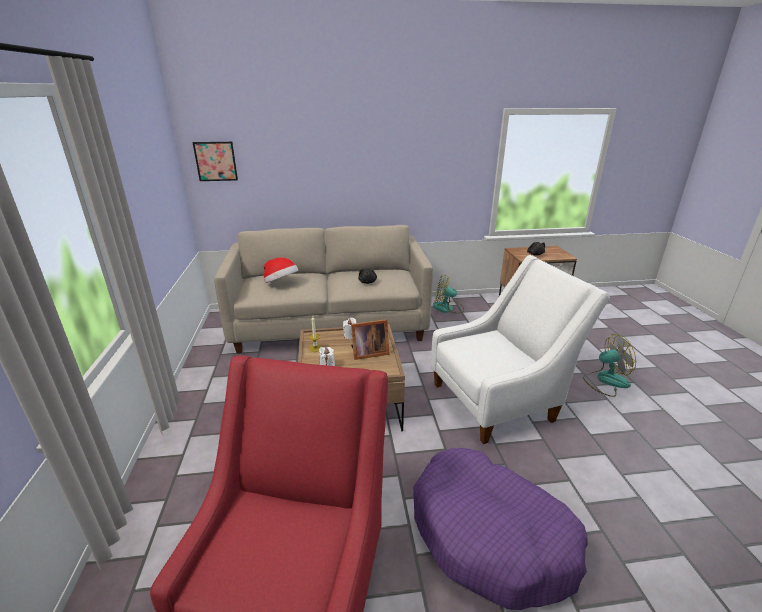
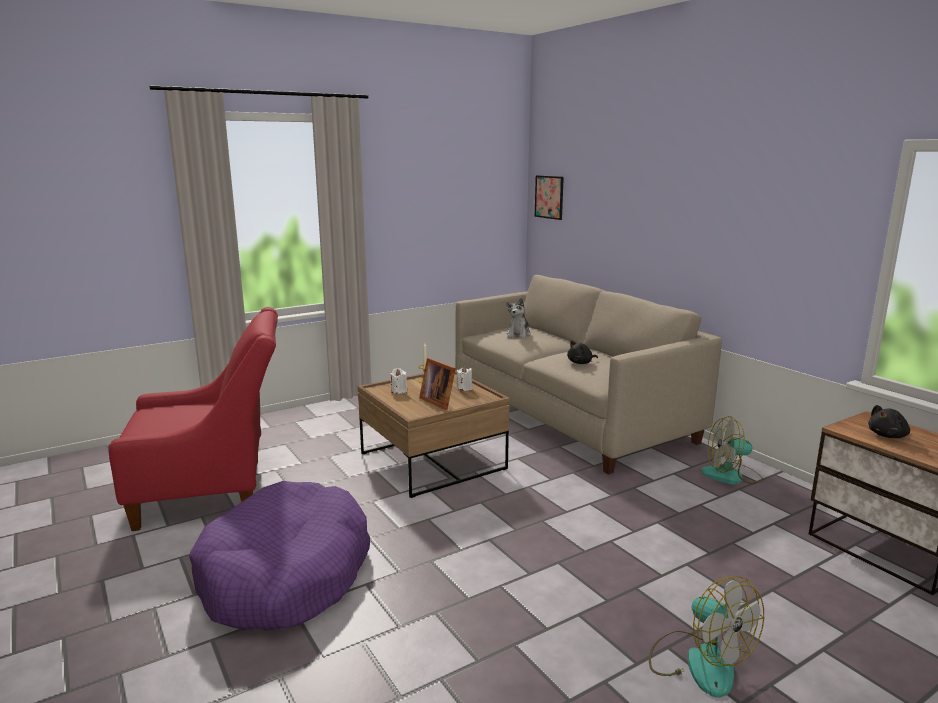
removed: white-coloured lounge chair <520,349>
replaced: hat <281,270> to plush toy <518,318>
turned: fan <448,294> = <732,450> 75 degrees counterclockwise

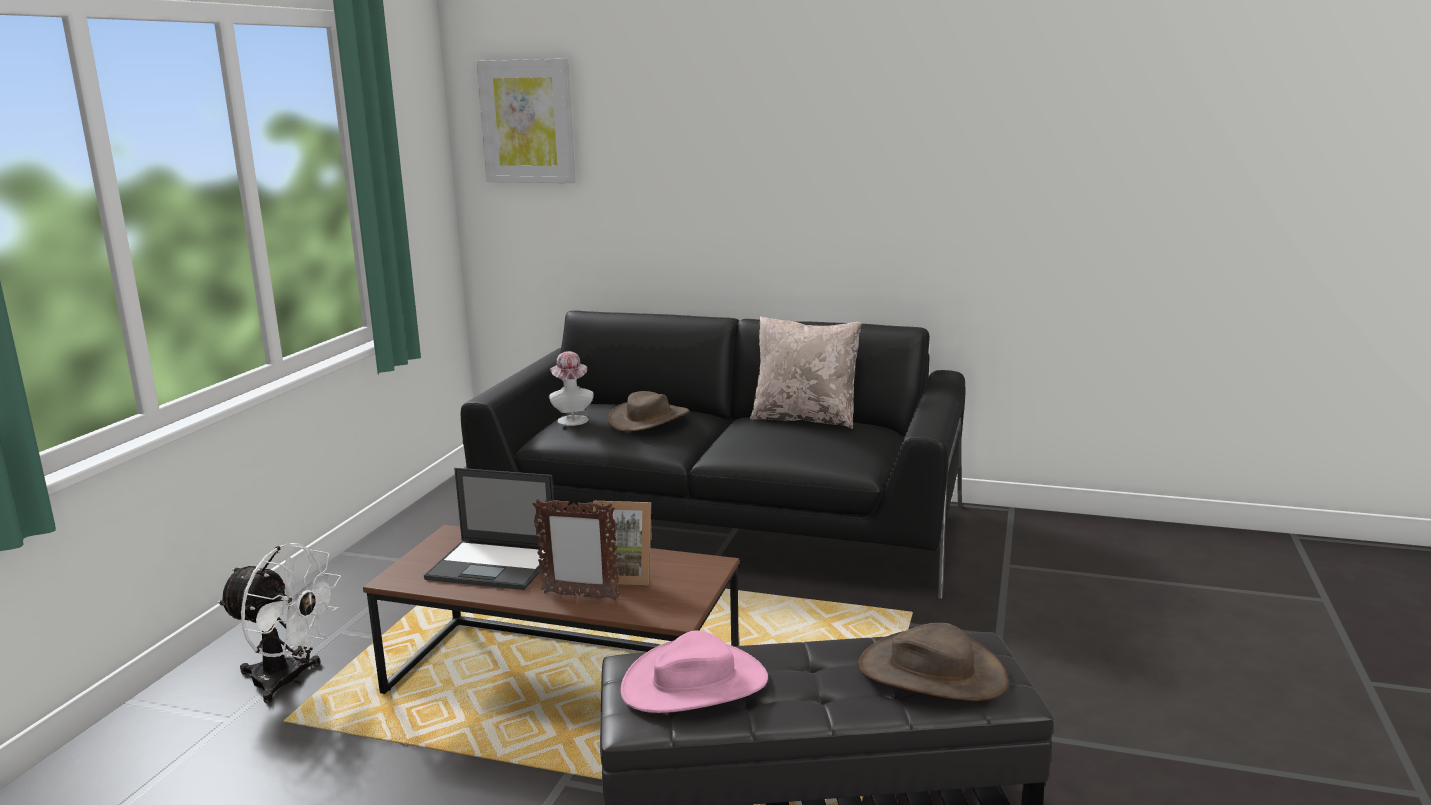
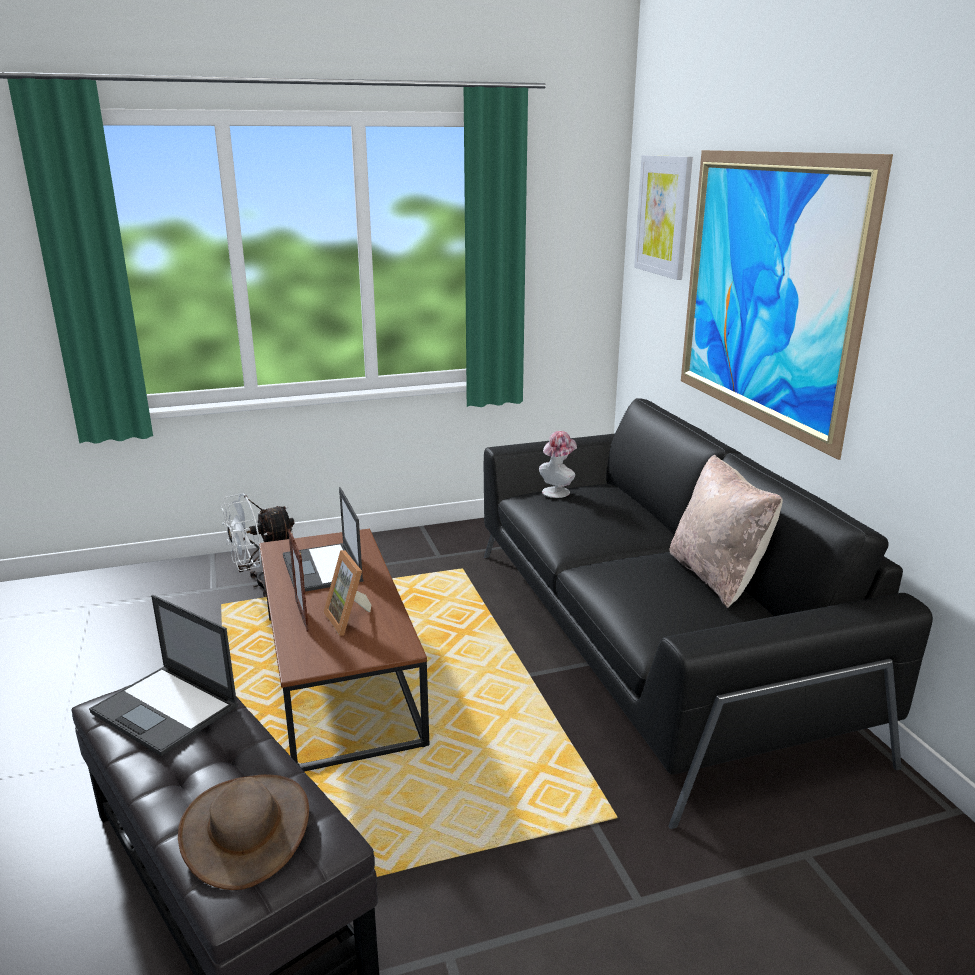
removed: brown-coloured hat <648,411>
added: wall art <787,305>
replaced: pink hat <694,672> to laptop <163,675>
turned: white-coloured fan <279,623> = <257,545> 75 degrees clockwise

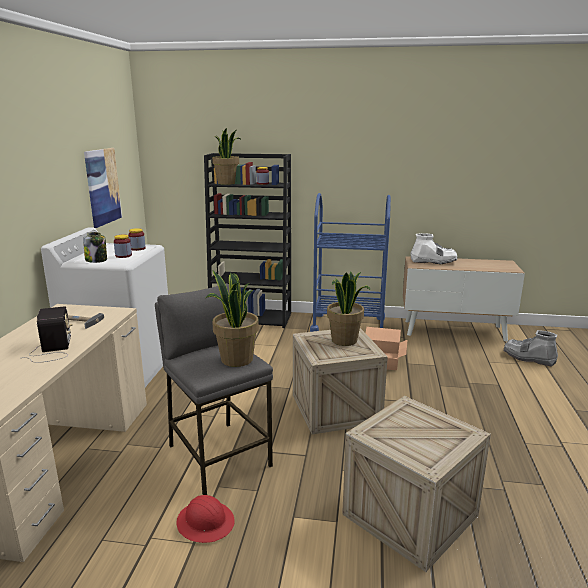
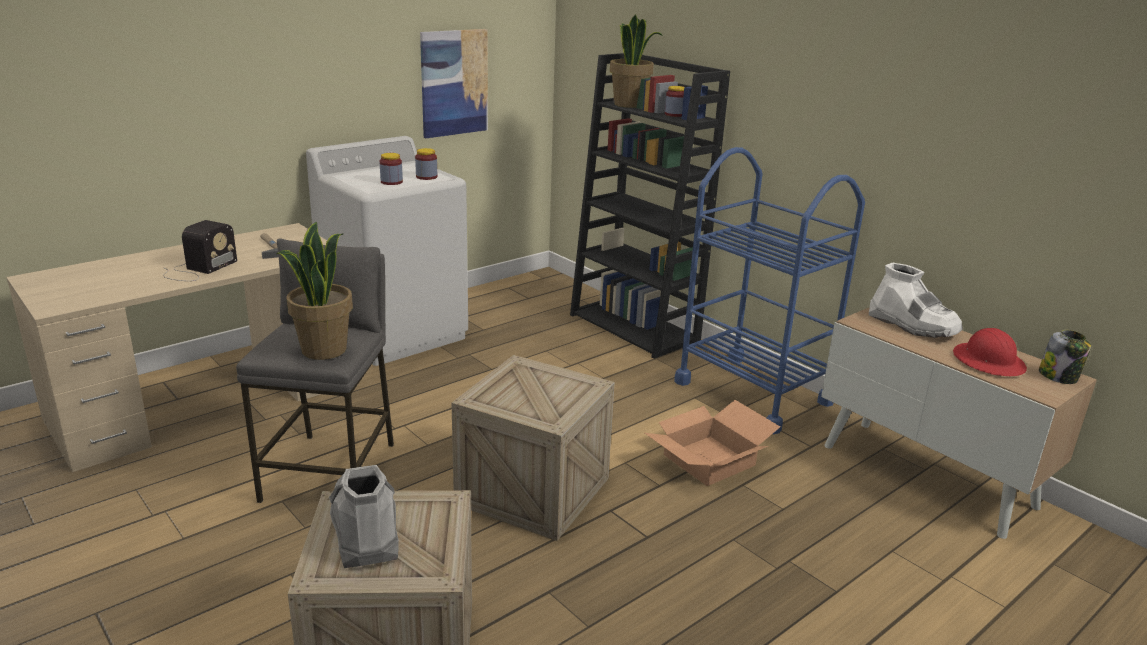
removed: plant in a pot <348,308>
moved: storage jar <95,247> to <1065,357>; reddish hard hat <205,519> to <990,352>; grey tall boot <531,348> to <364,516>

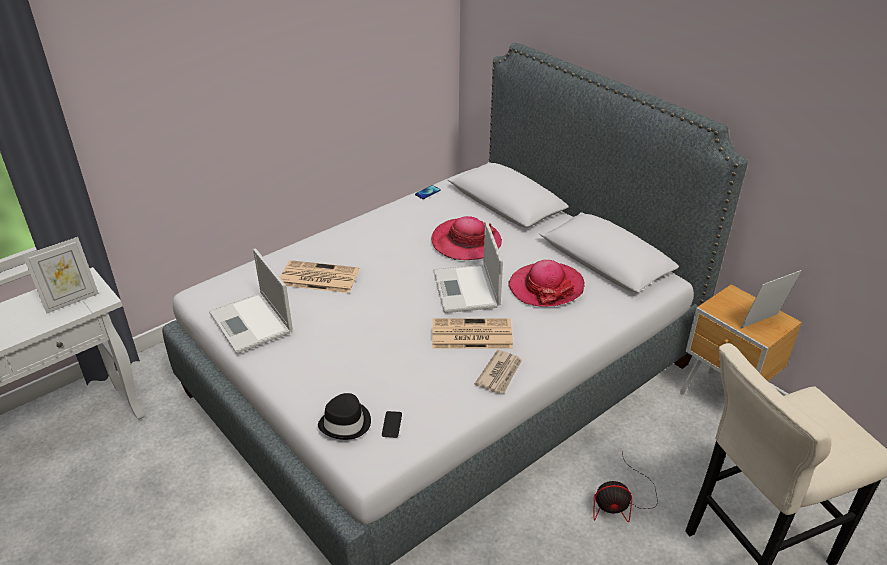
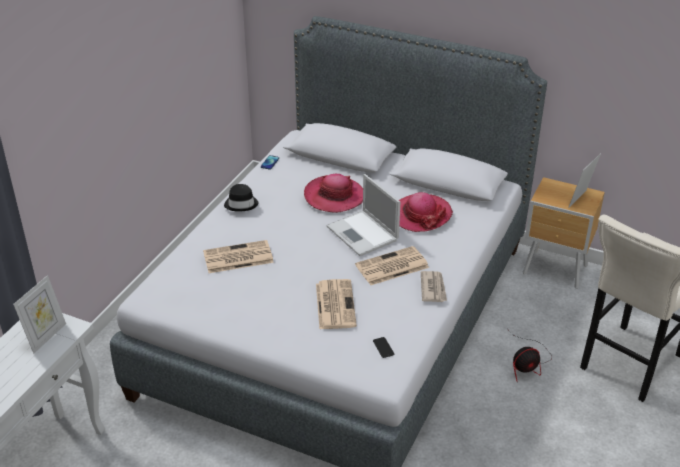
removed: laptop <251,301>
added: printed paper <336,304>
moved: black hat <344,416> to <241,198>

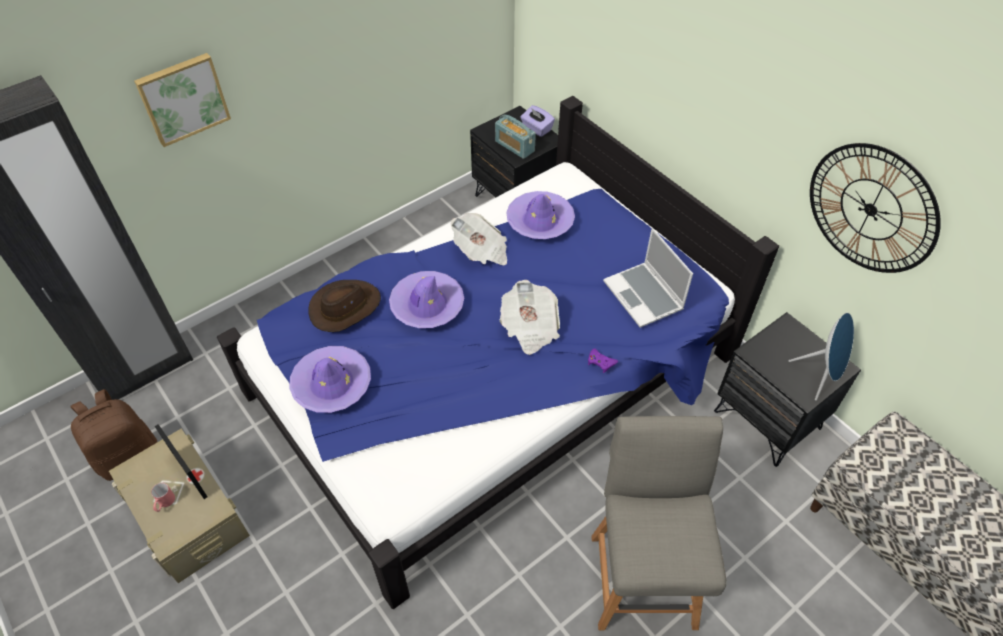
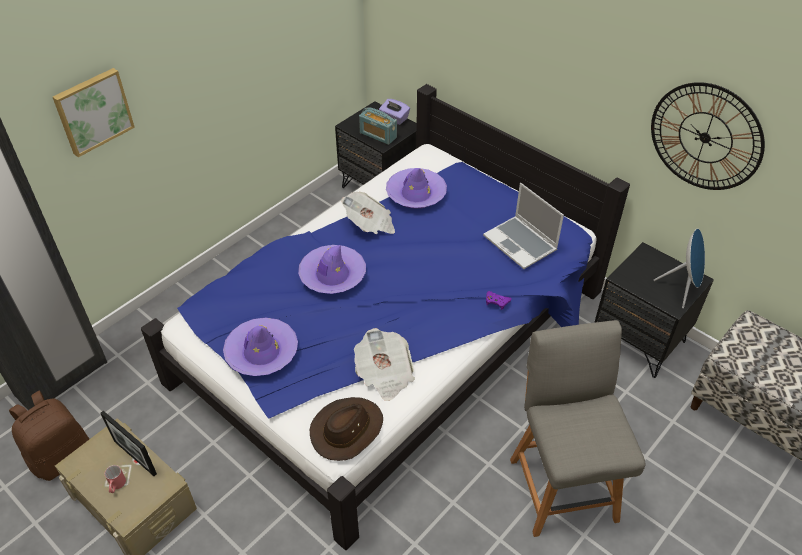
moved: brown-coloured hat <344,306> to <346,429>; printed paper <530,317> to <384,364>

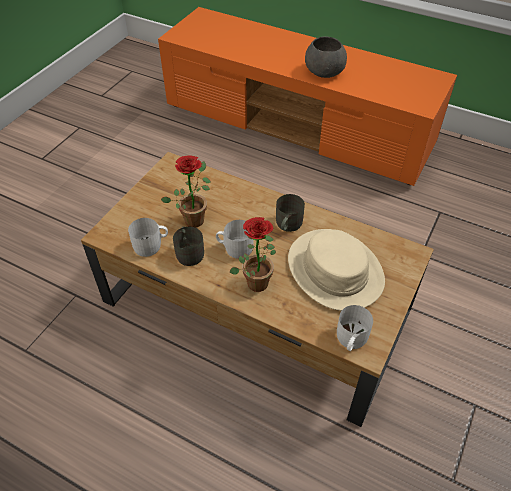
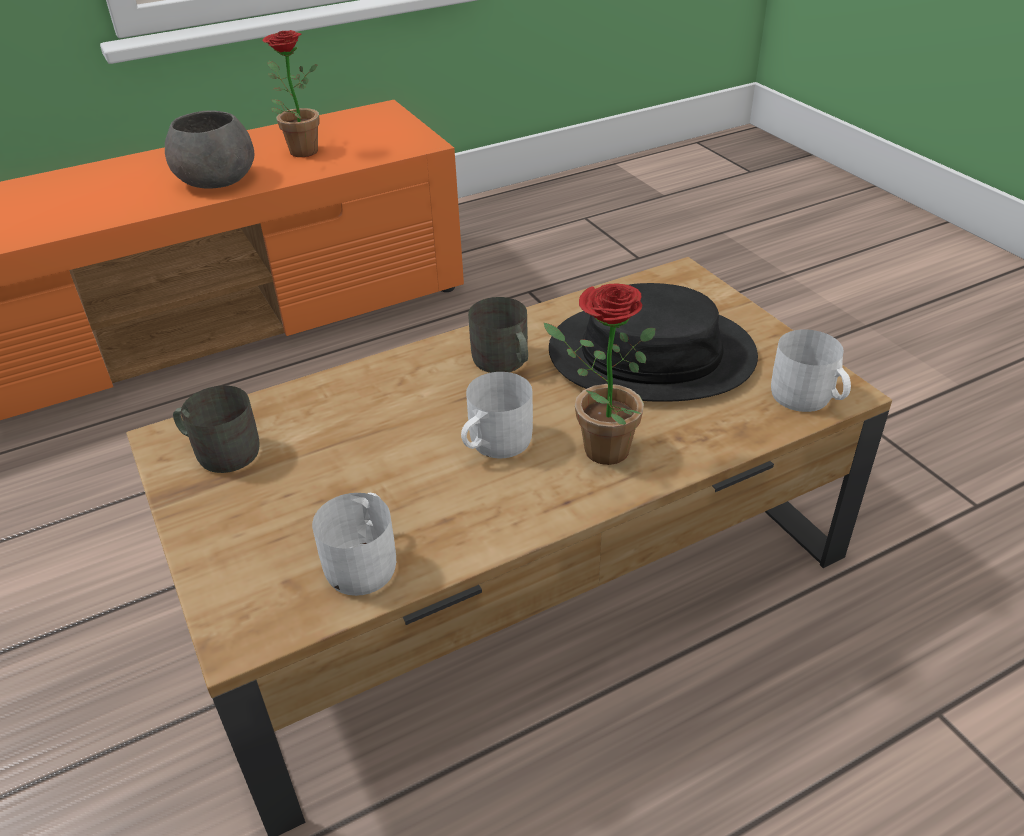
moved: plant in a pot <186,192> to <291,93>; grey mug <188,246> to <216,429>
recoloured: sand-coloured hat <336,270> to black hat <653,342>

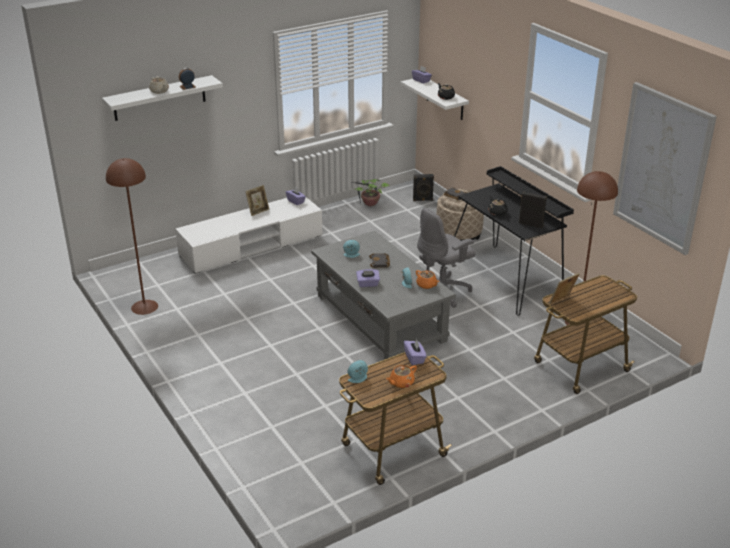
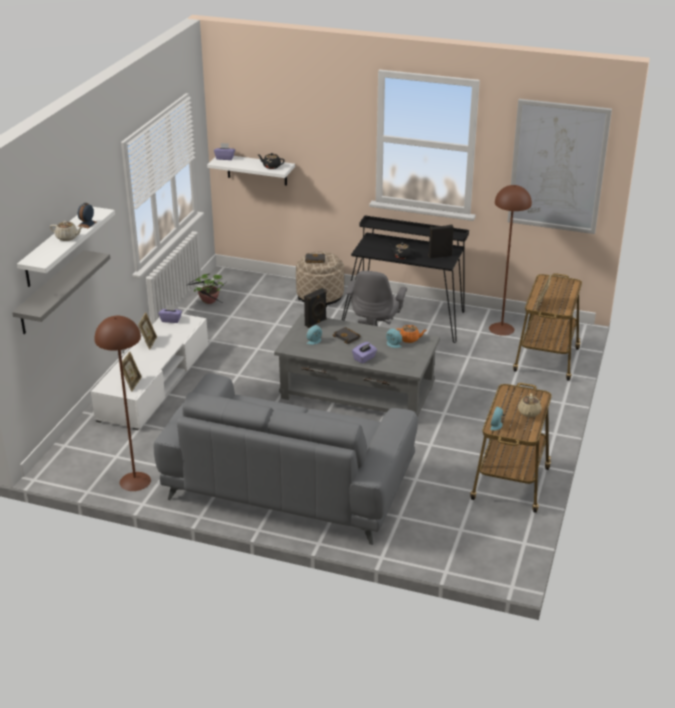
removed: purple tissue box <415,352>
added: grey bracket shelf <61,292>; picture frame <130,371>; grey couch <286,459>
moved: black speaker <423,187> to <315,308>
recoloured: orange-coloured pot for tea <401,376> to sand-coloured pot for tea <530,405>

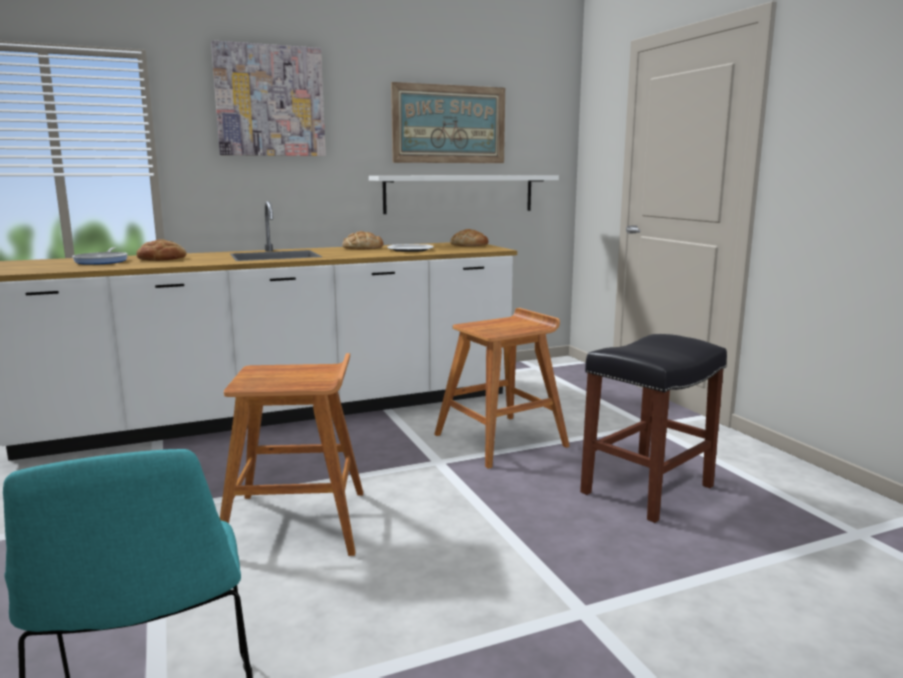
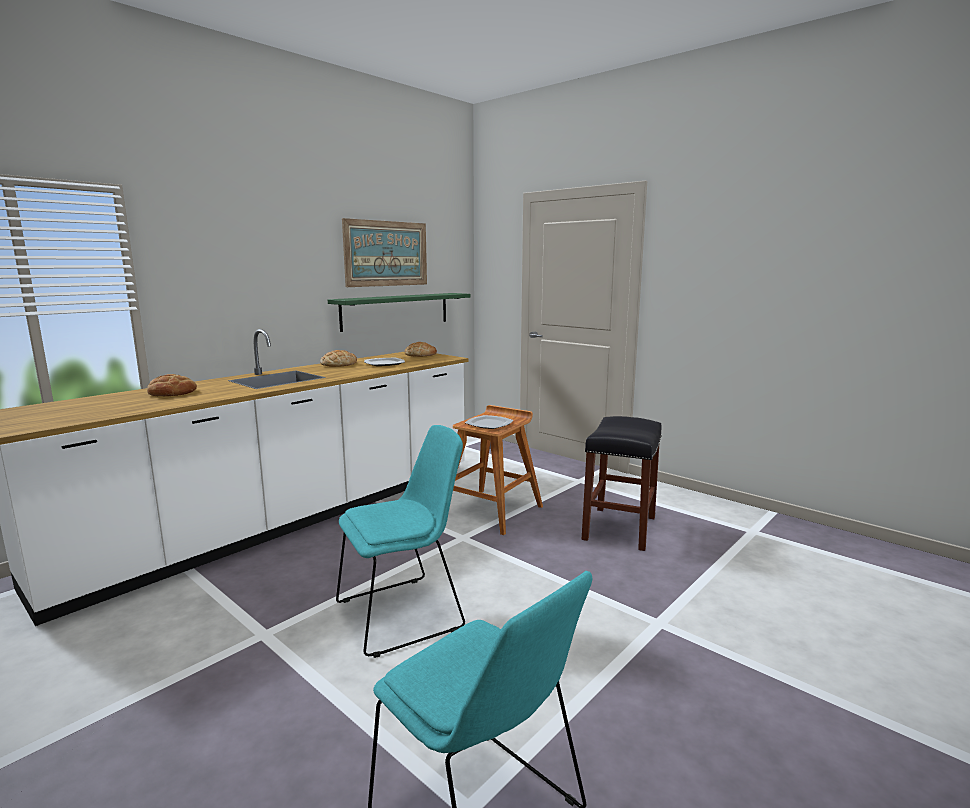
removed: skillet <100,256>; wall art <268,98>
added: plate <489,422>
replaced: brown-coloured stool seat <291,454> to turquoise upright chair <400,541>
recoloured: white-coloured bracket shelf <464,194> to greenish bracket shelf <399,312>

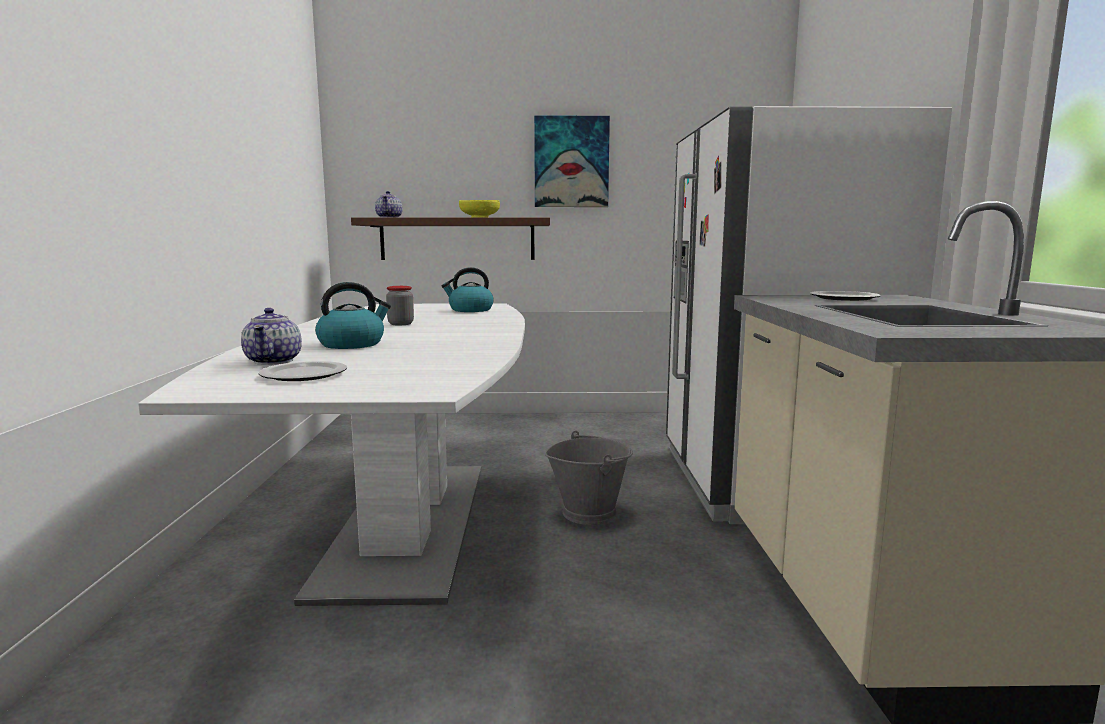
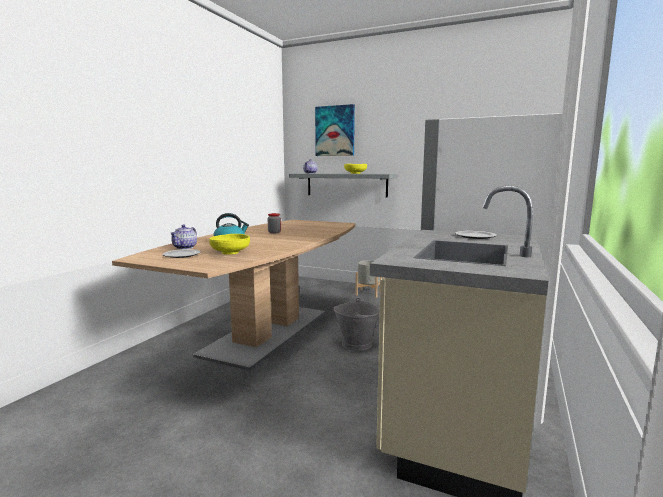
removed: kettle <468,289>
added: yellow serving bowl <229,244>; grey flower pot <368,279>
moved: wall art <572,161> to <335,130>
recoloured: white-coloured dining table <331,454> to brown-coloured dining table <234,295>; brown-coloured bracket shelf <450,238> to grey bracket shelf <343,185>

